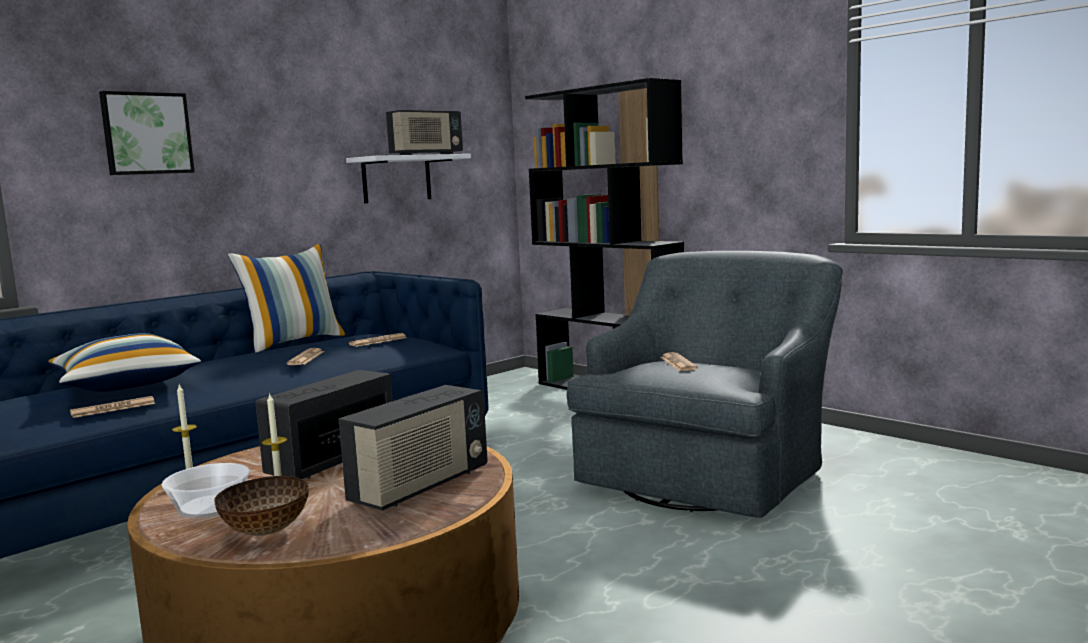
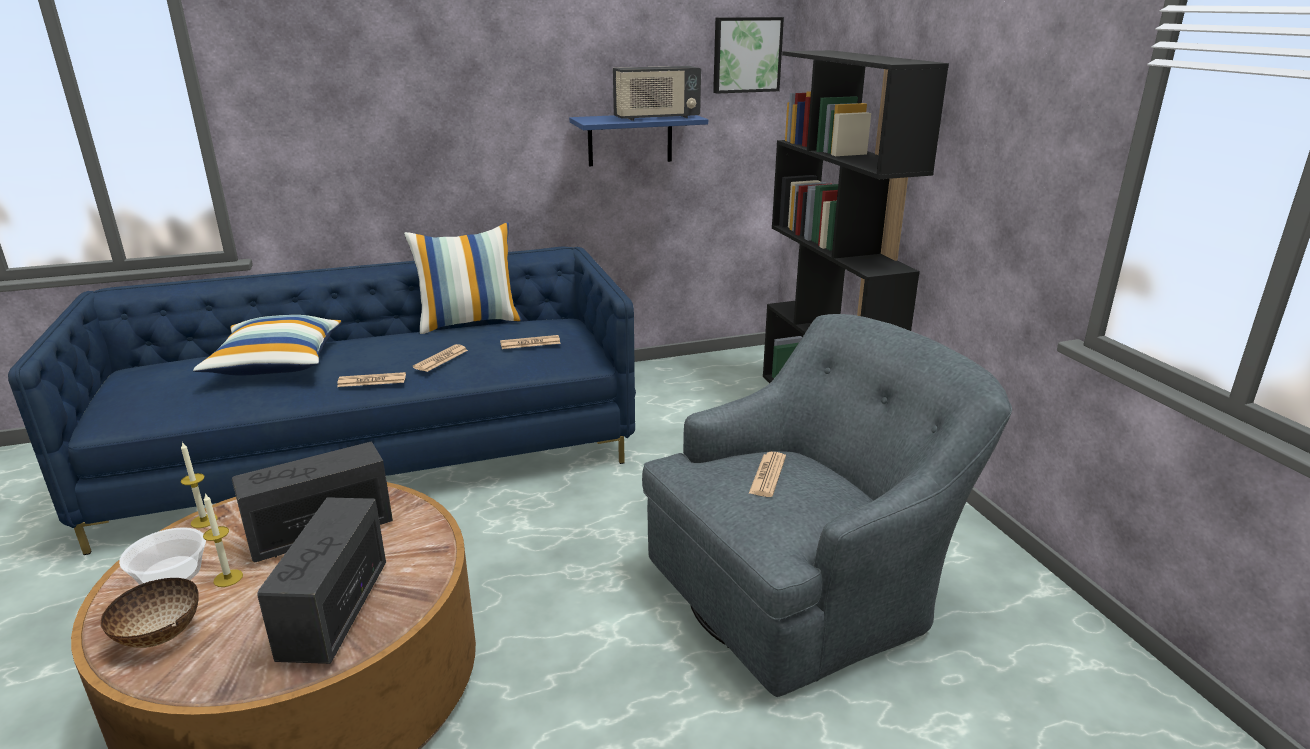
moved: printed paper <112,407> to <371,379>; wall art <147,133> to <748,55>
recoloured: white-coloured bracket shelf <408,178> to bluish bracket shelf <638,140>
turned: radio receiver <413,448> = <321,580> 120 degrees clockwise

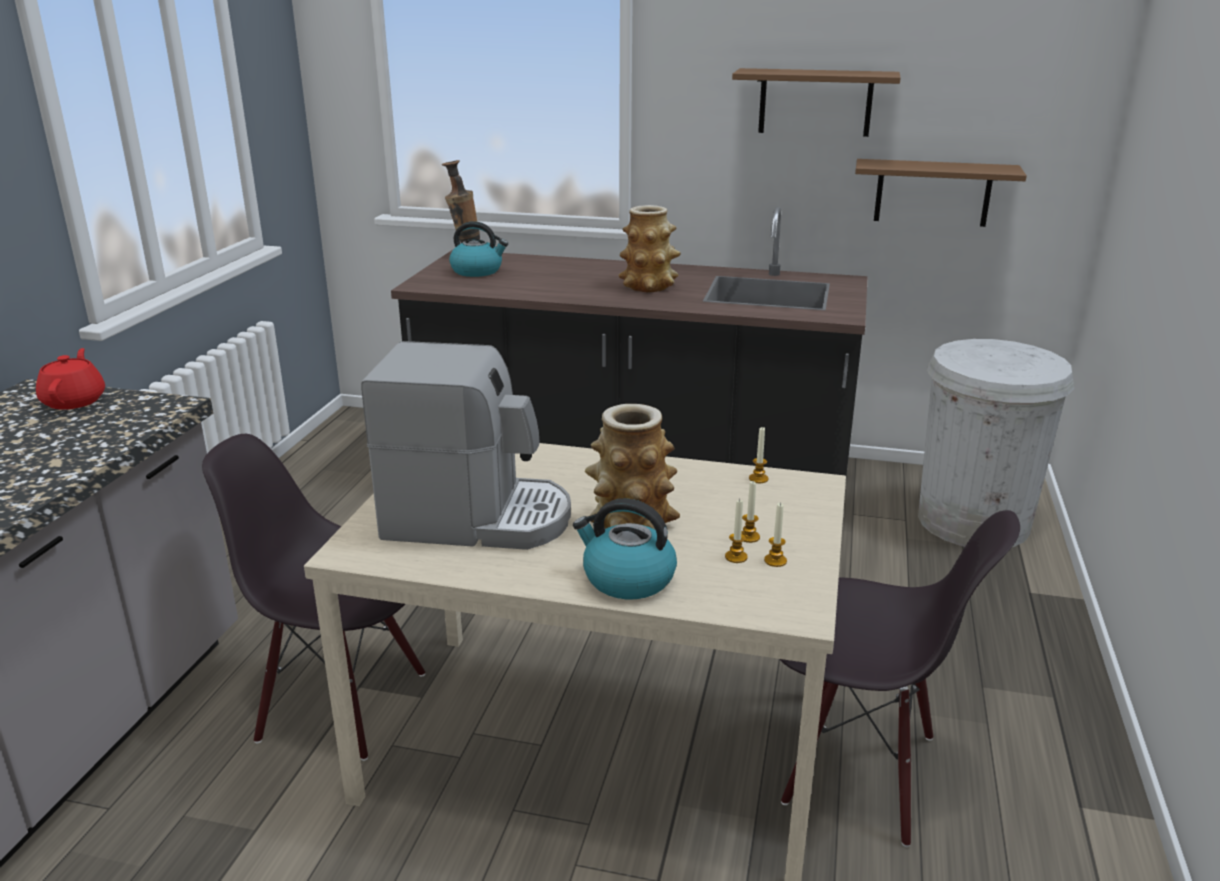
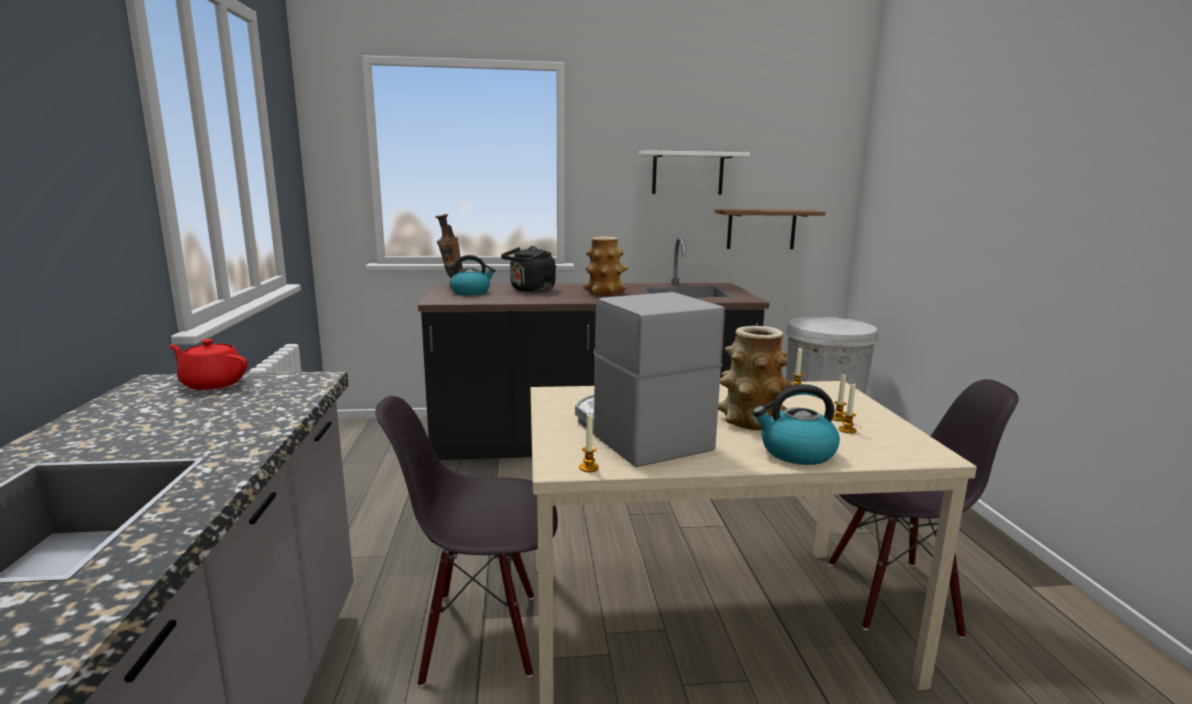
added: black kettle <528,269>
moved: wax candle <775,534> to <589,443>
recoloured: brown-coloured bracket shelf <816,102> to white-coloured bracket shelf <694,172>
turned: reddish pot for tea <70,379> = <208,364> 45 degrees counterclockwise; coffee maker <466,445> = <650,379> 105 degrees counterclockwise

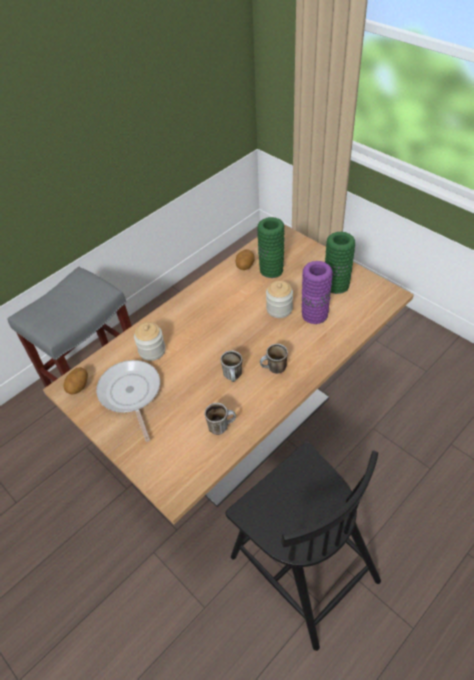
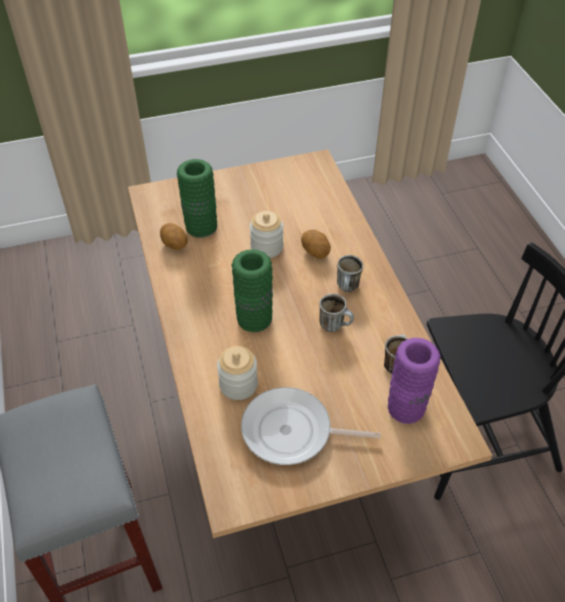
moved: whole potato <75,381> to <316,244>; purple vase <317,292> to <414,381>; greenish vase <340,263> to <252,290>

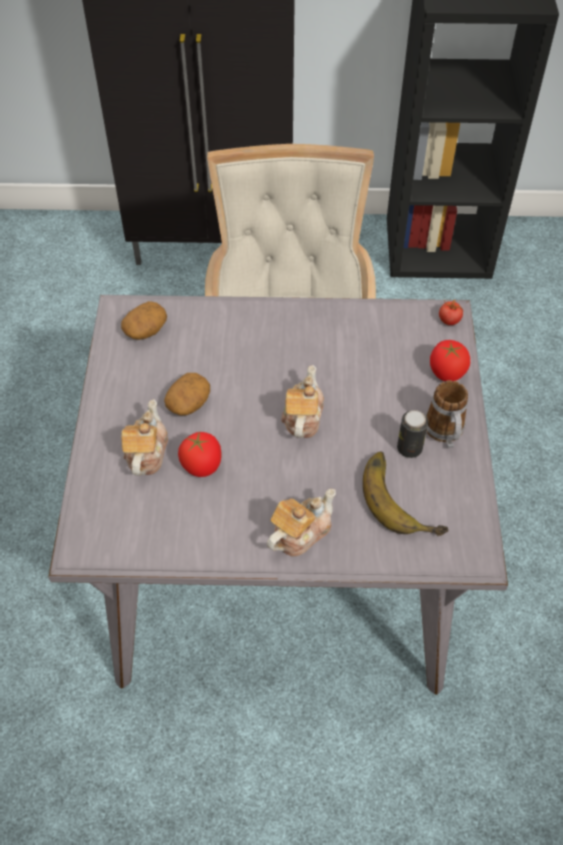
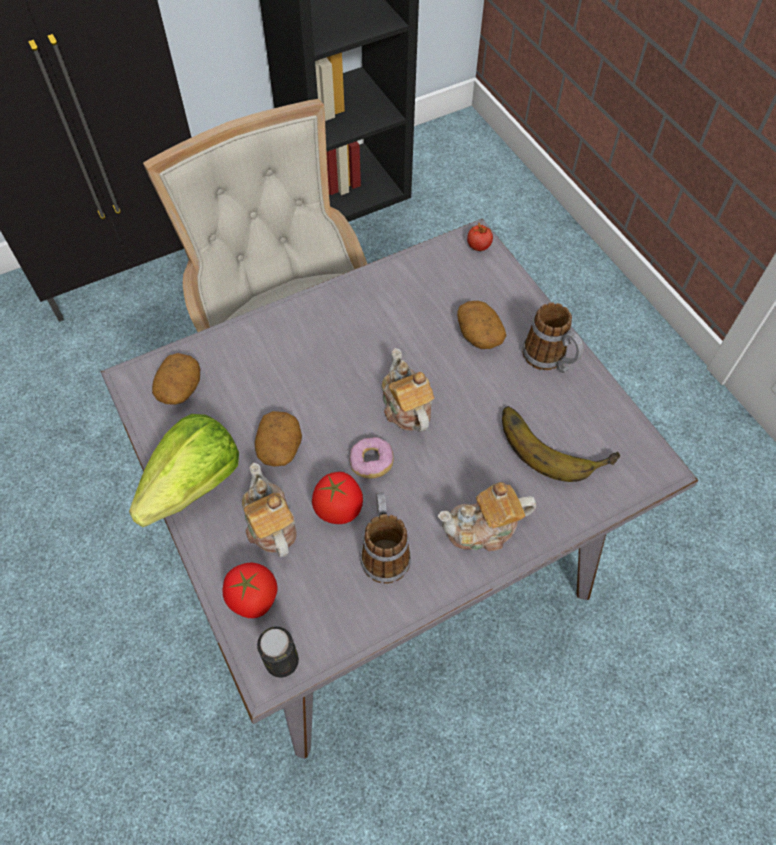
added: lettuce head <184,470>; donut <372,458>; mug <385,538>; whole potato <482,325>
moved: sealed can <412,434> to <278,652>; fresh tomato <450,361> to <250,590>
turned: pot for tea <301,522> = <487,516> 120 degrees counterclockwise

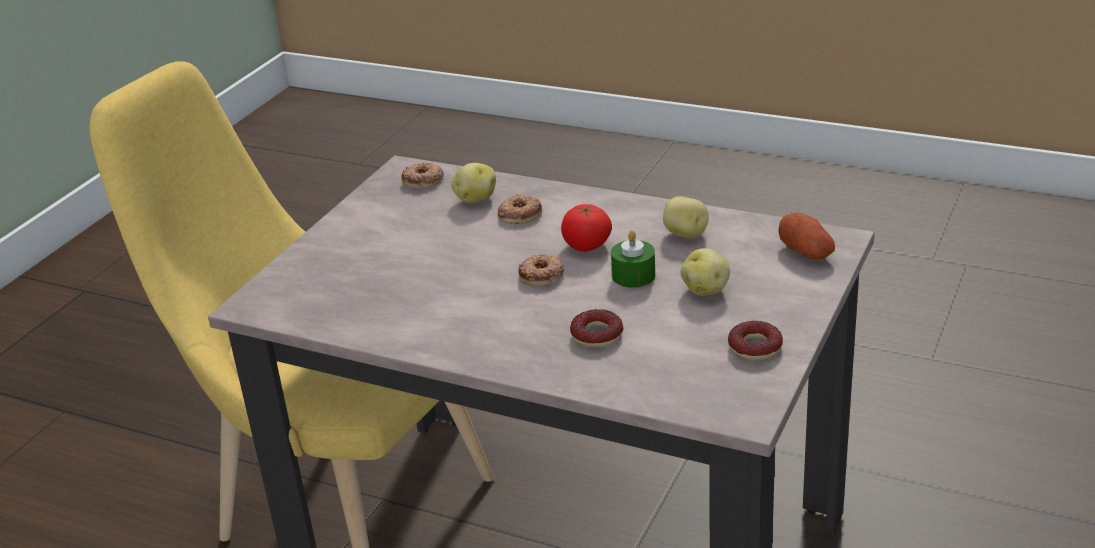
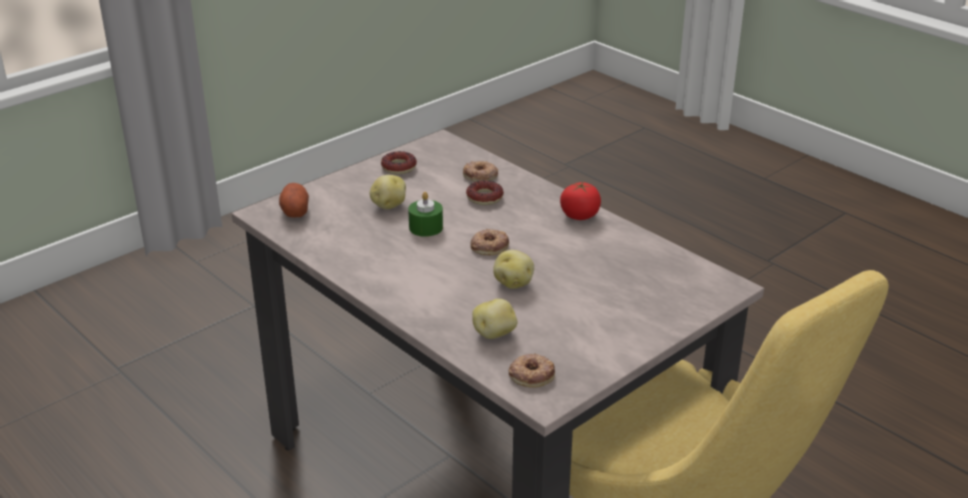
moved: donut <520,209> to <480,171>; fresh tomato <586,228> to <580,200>; whole potato <686,217> to <513,269>

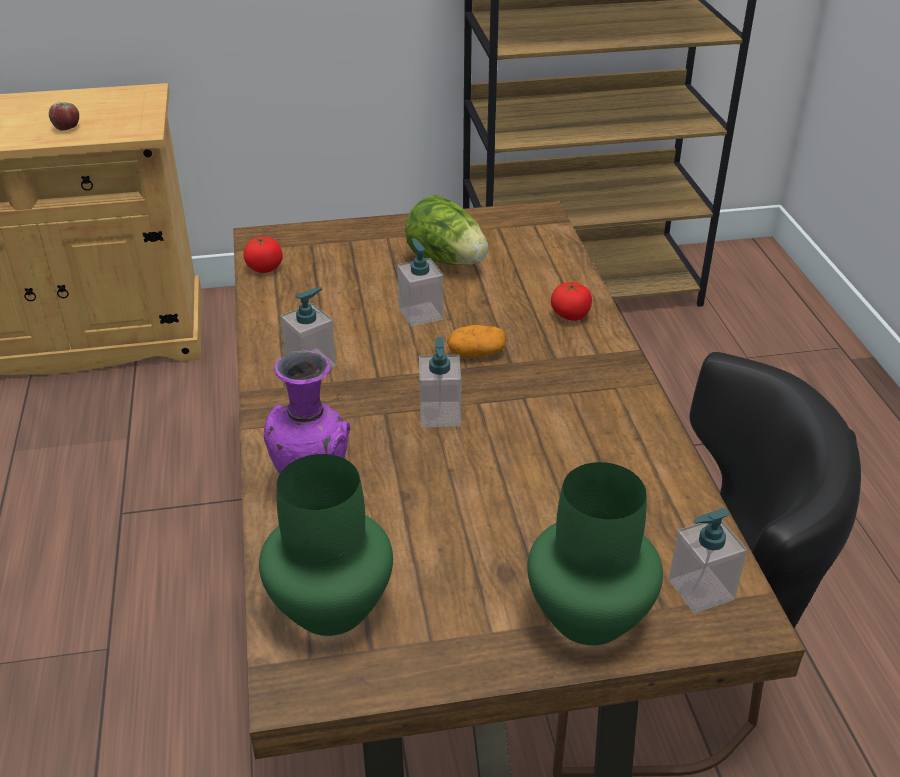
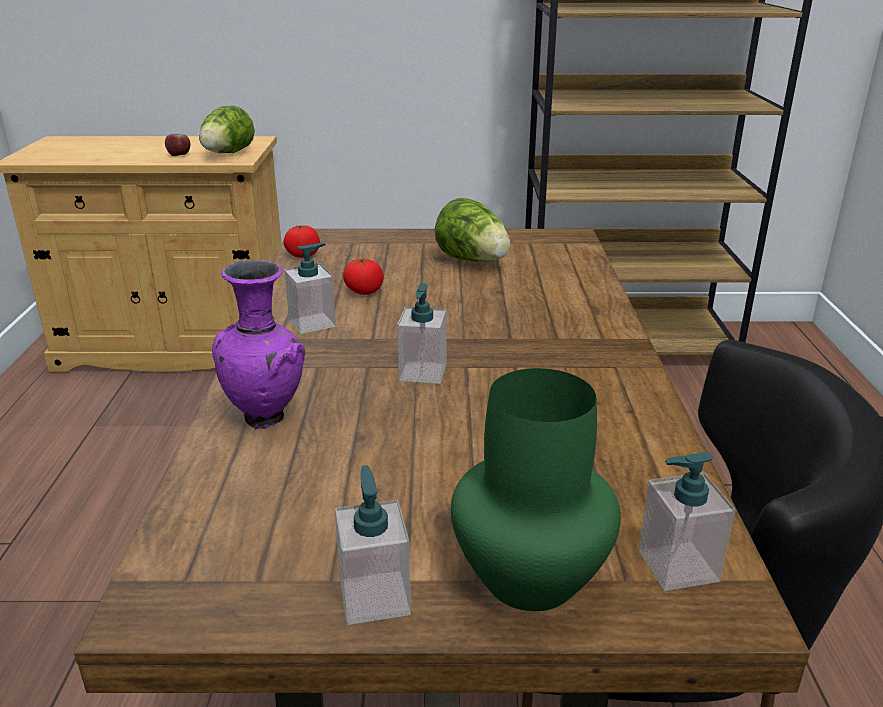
removed: greenish vase <326,545>; whole potato <476,341>
added: lettuce head <227,129>
moved: soap dispenser <420,282> to <373,545>; fresh tomato <571,301> to <363,276>

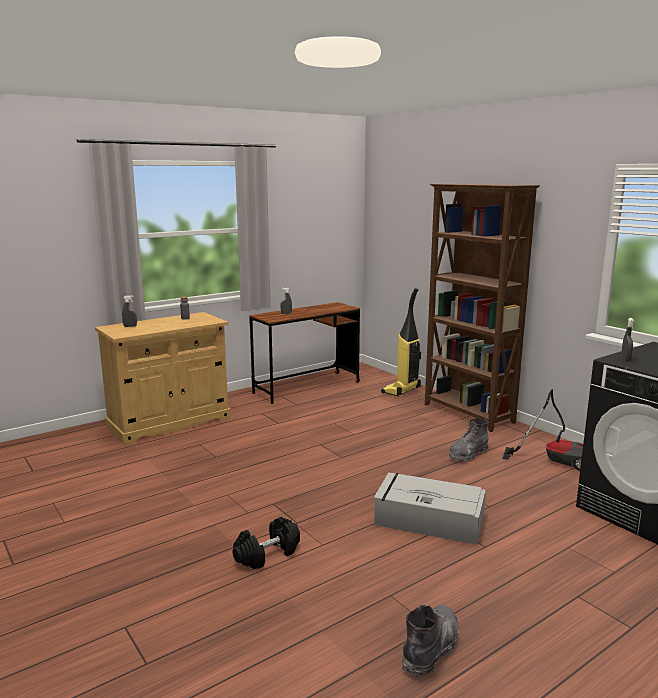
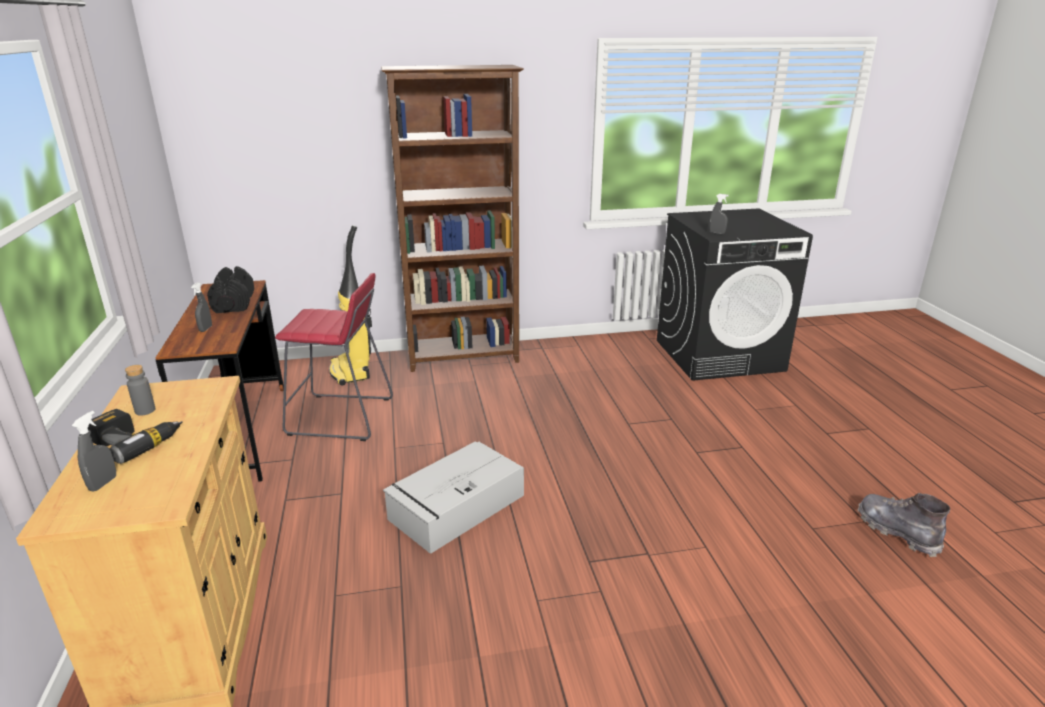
removed: grey tall boot <468,440>; hoover <542,430>
added: electric drill <135,436>; reddish stool seat <334,357>
moved: black dumbbell <266,543> to <230,289>; grey storage bin <430,508> to <453,497>

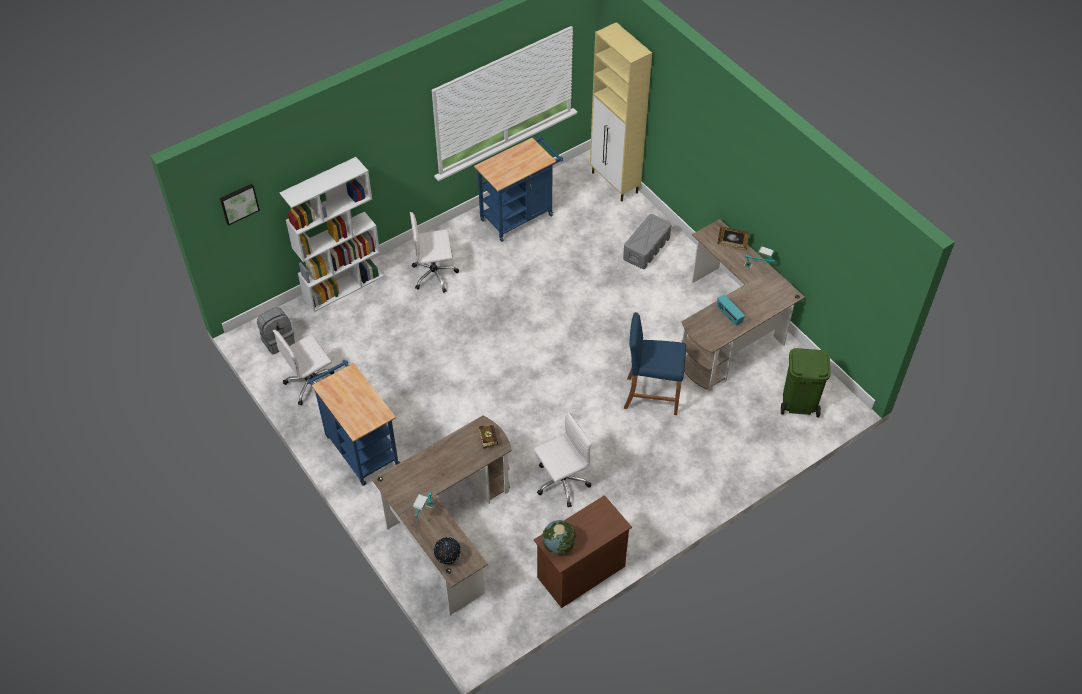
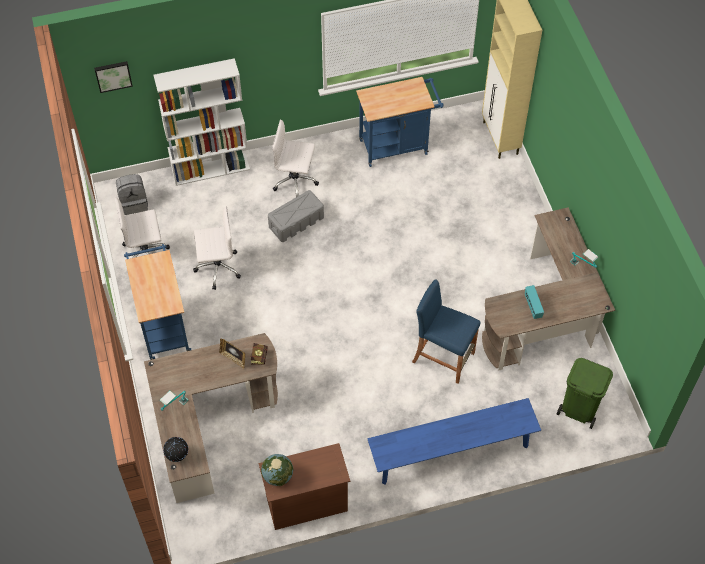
added: bluish bench <454,441>
moved: white-coloured office chair <563,460> to <217,248>; grey storage bin <647,241> to <296,216>; picture frame <733,239> to <232,354>

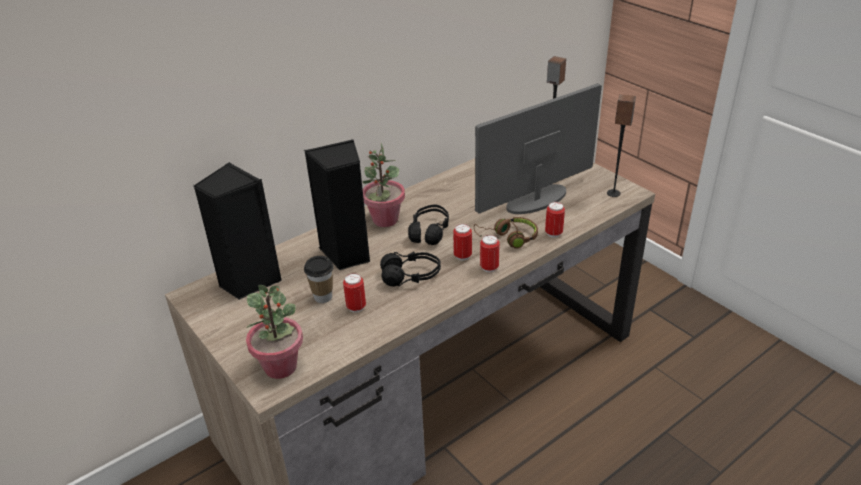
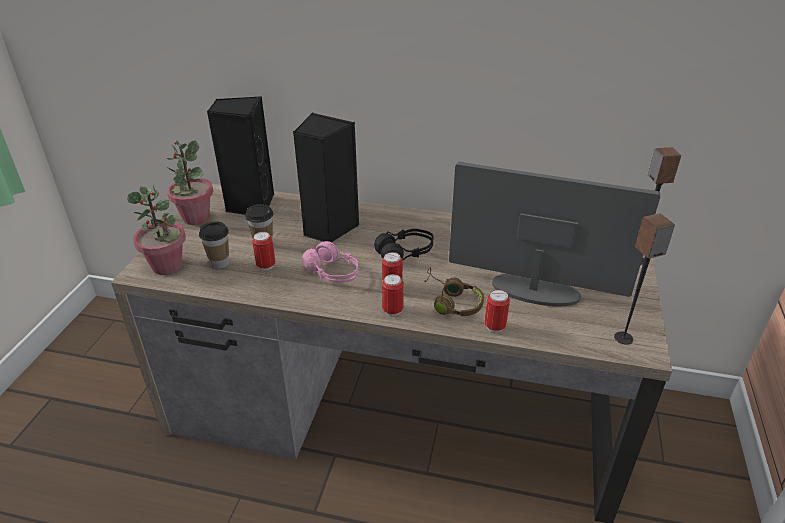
added: cup <214,245>
moved: plant in a pot <383,185> to <189,182>
recoloured: black pair of headphones <410,269> to pink pair of headphones <330,262>

